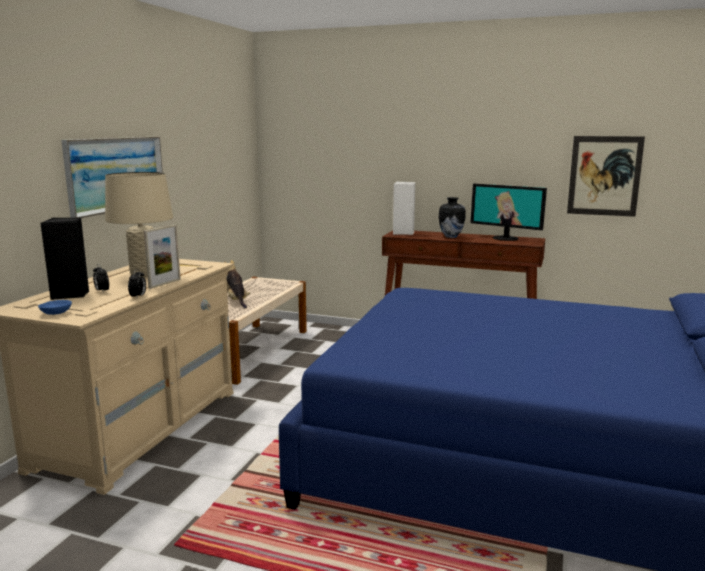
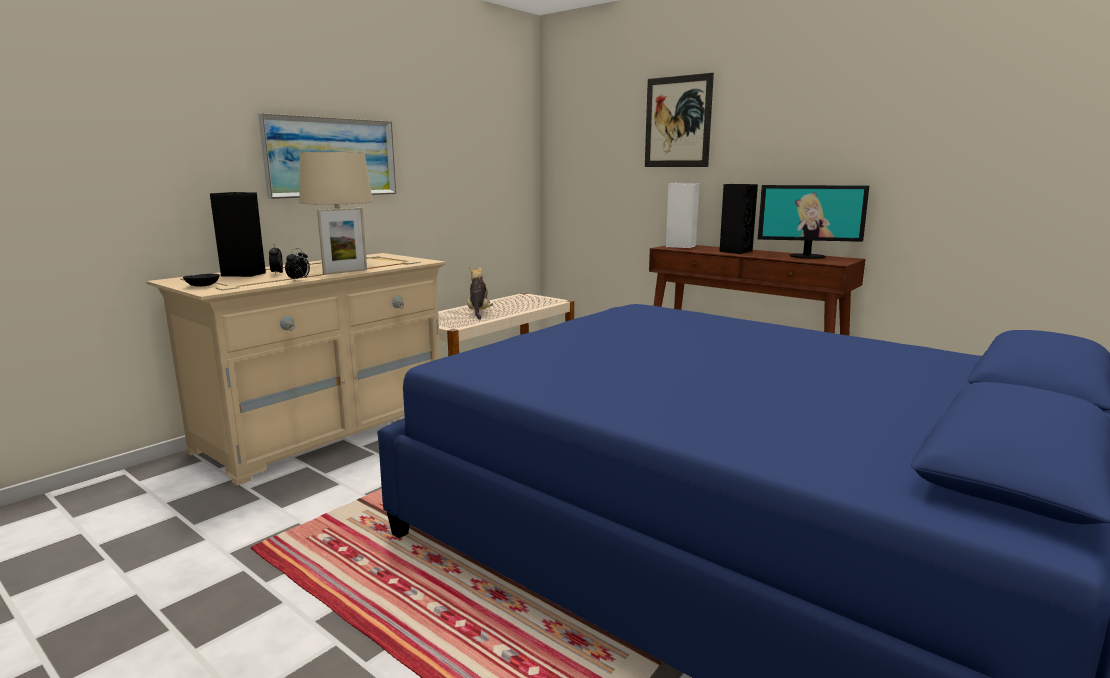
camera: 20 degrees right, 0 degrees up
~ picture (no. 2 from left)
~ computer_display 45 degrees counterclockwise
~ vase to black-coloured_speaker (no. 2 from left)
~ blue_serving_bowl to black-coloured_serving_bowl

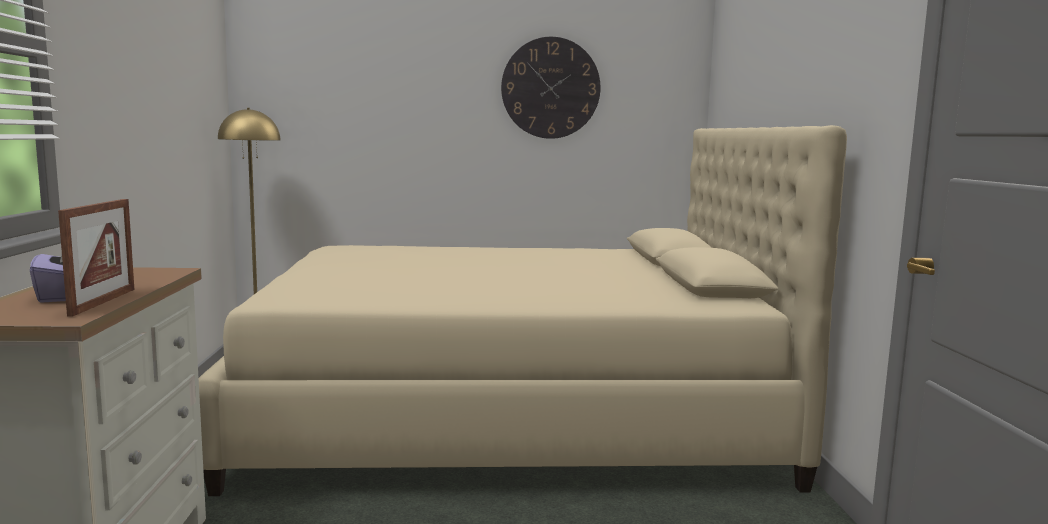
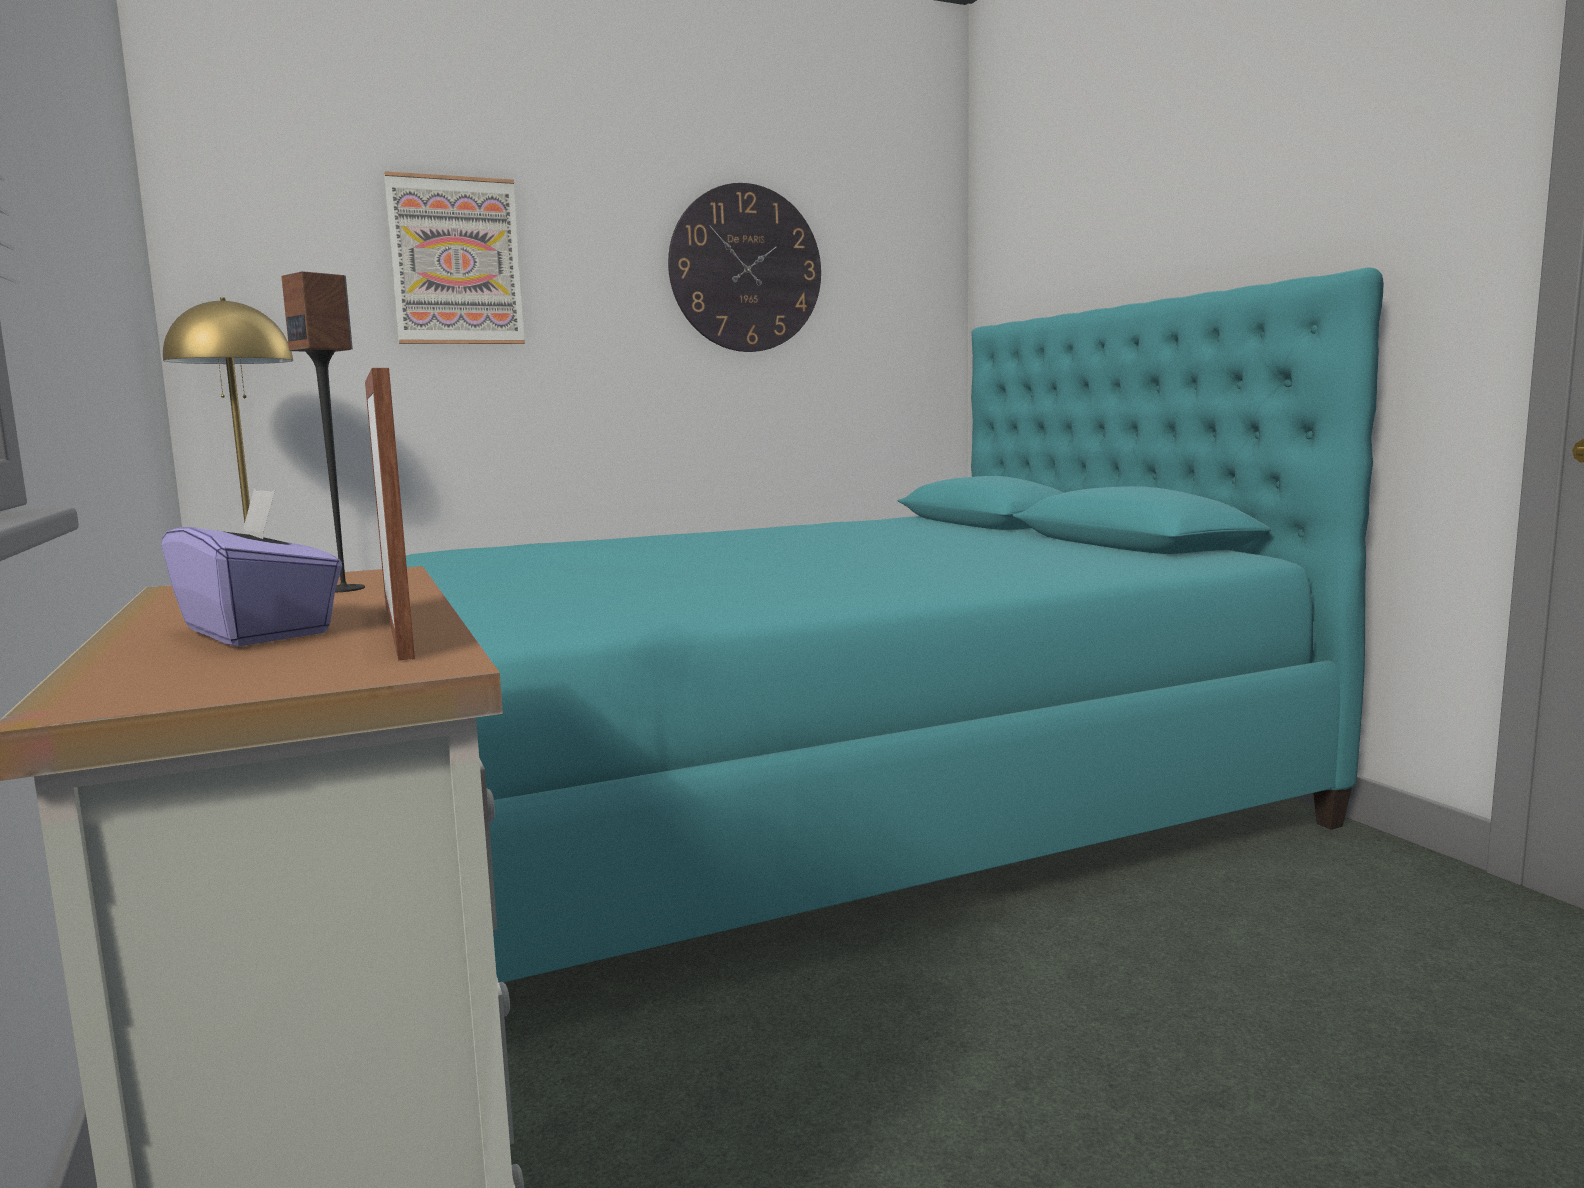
camera: 20 degrees left, 0 degrees up
~ beige_sleeping_bed to blue-green_sleeping_bed
+ picture
+ speaker

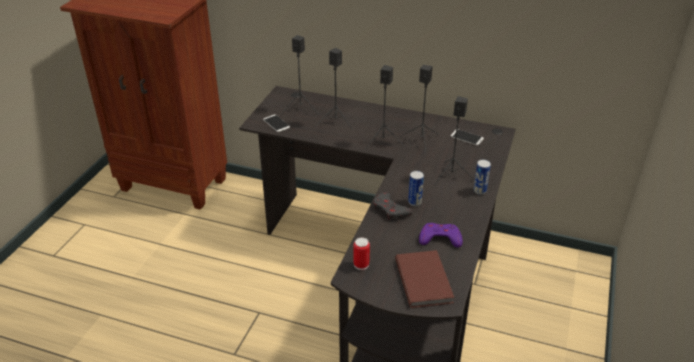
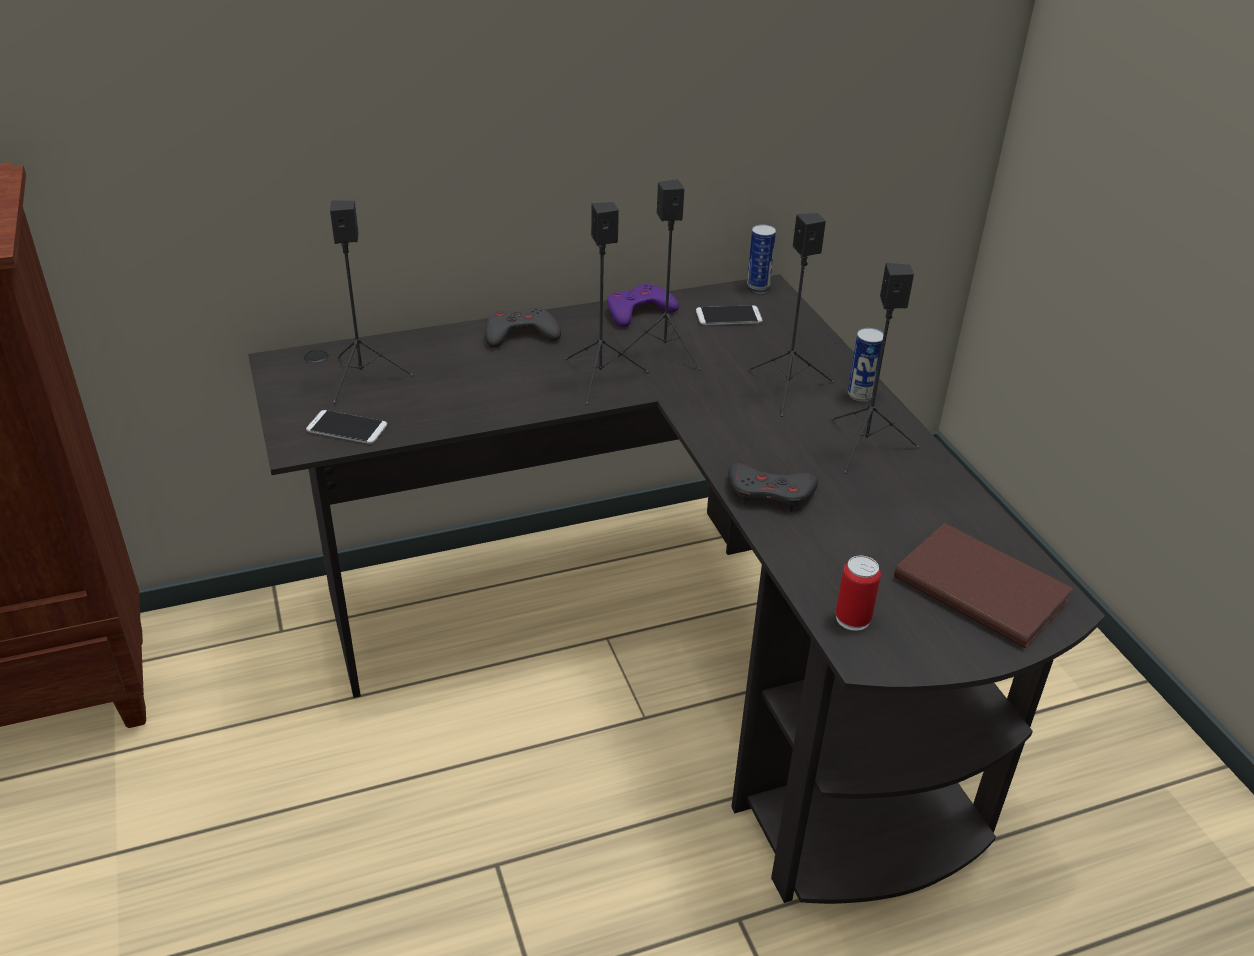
camera: 40 degrees left, 0 degrees up
~ black-coloured_speaker (no. 2 from left in the first image) to black-coloured_speaker (no. 5 from left)
~ metal_can (no. 2 from left in the first image) to metal_can (no. 1 from left)
~ purple-coloured_gamepad
+ greyish_gamepad (no. 1 from left)

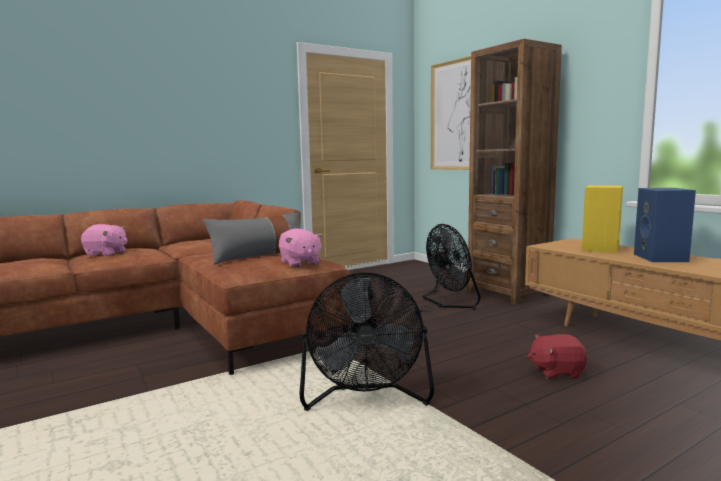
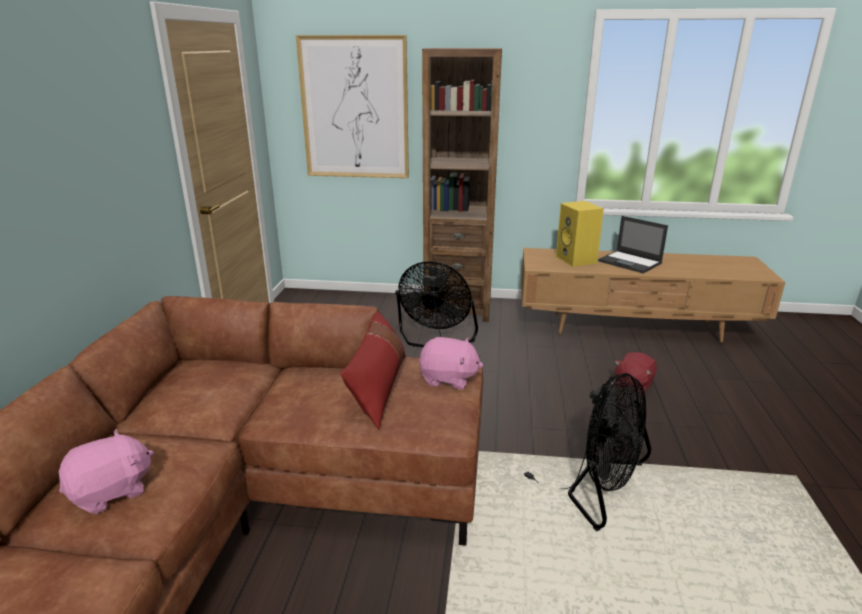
camera: 50 degrees left, 15 degrees up
~ blue_speaker to portable_computer
~ greyish_pillow to red-coloured_pillow

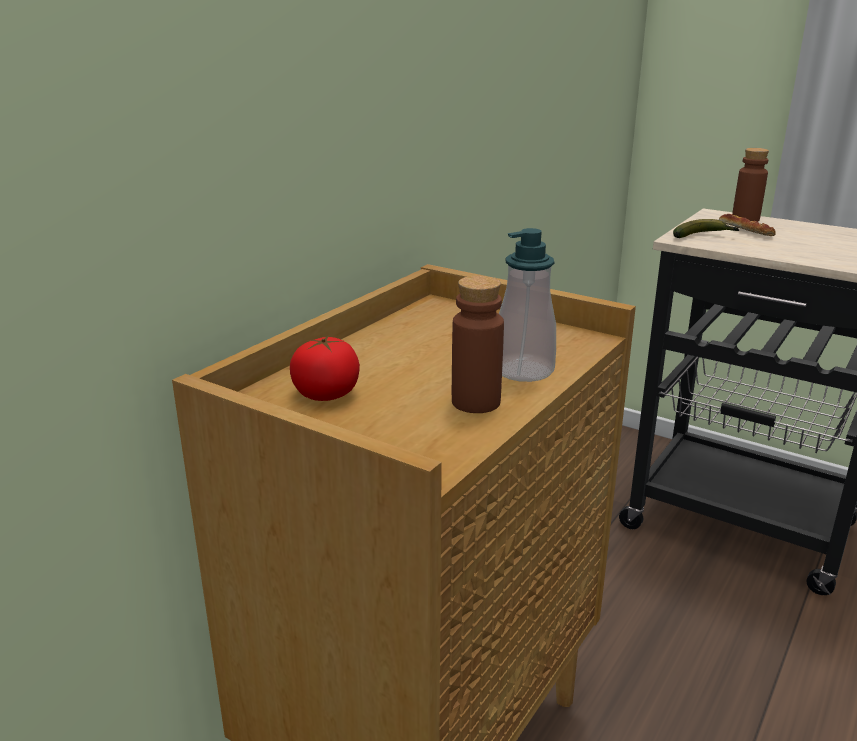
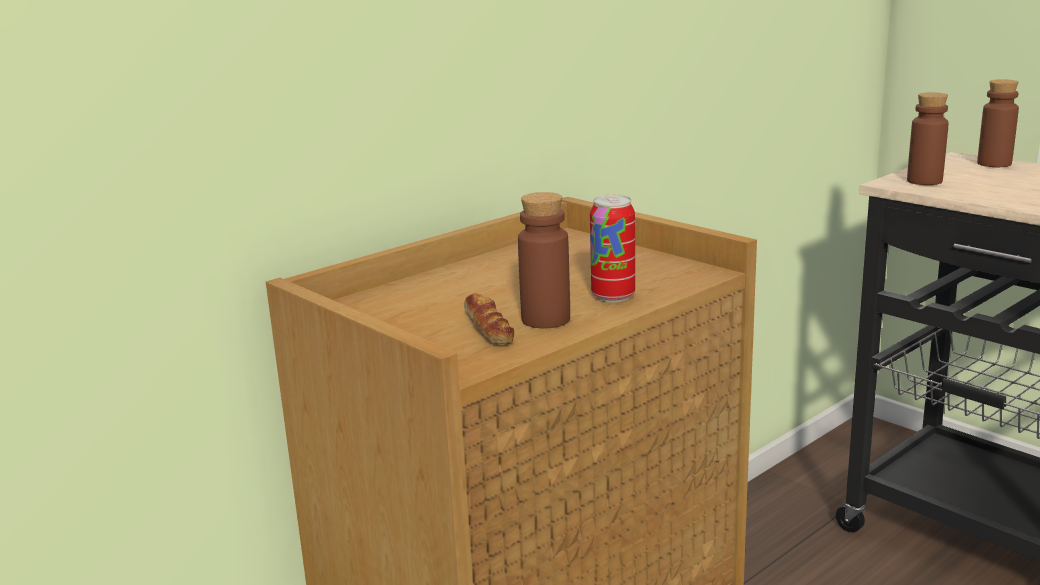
camera: 15 degrees right, 5 degrees down
~ bread
~ whole_banana to brown-coloured_bottle (no. 2 from left)
~ soap_bottle to metal_can
- fresh_tomato

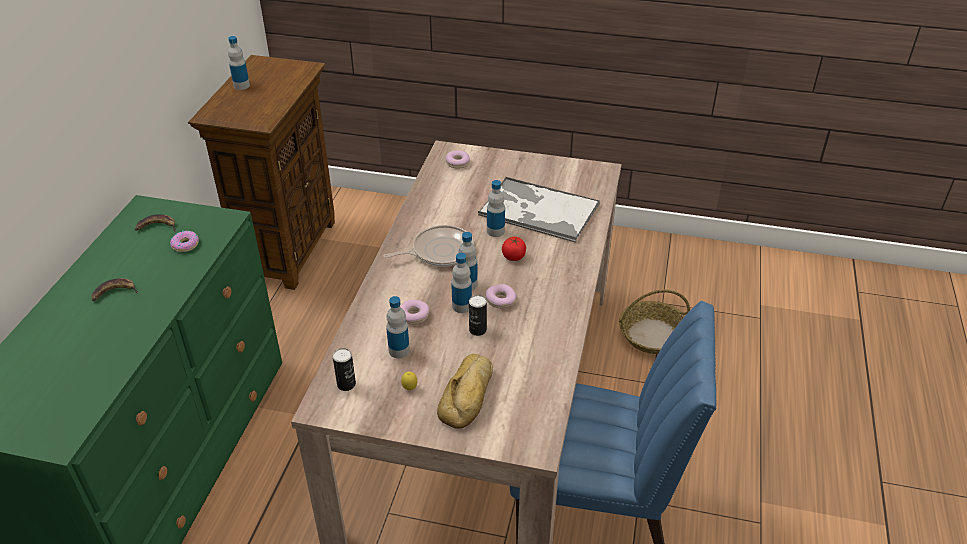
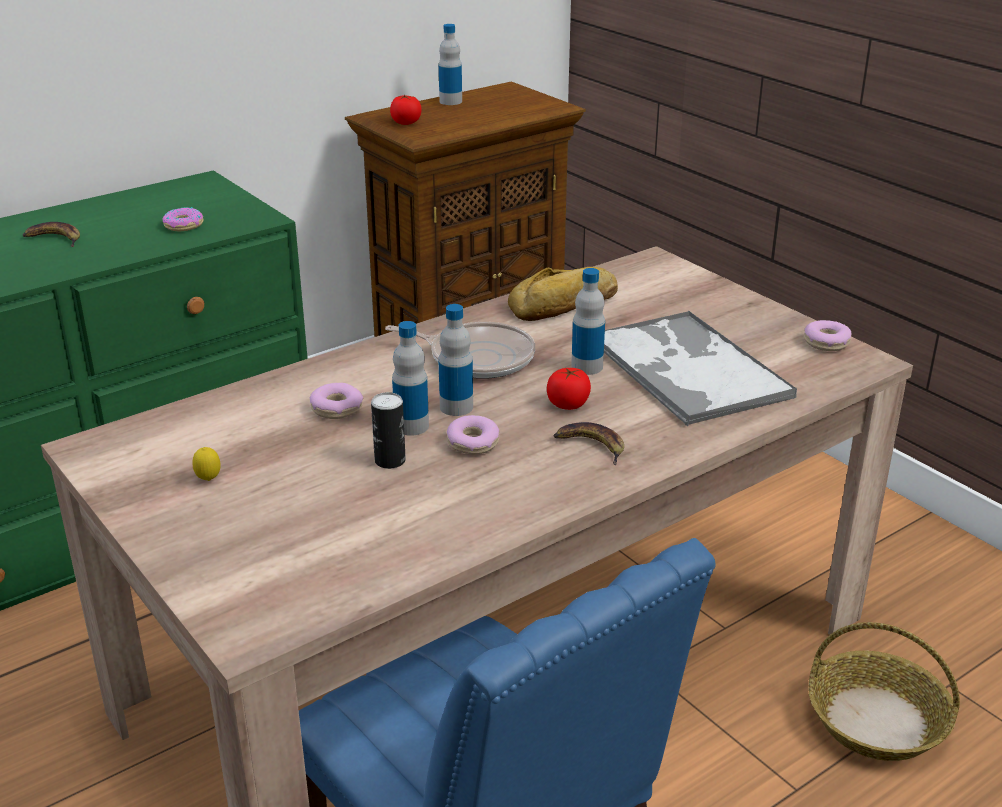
camera: 40 degrees right, 10 degrees down
~ donut (no. 3 from left in the first image) to donut (no. 4 from left)
~ whole_banana (no. 2 from left)
- bottle (no. 2 from left)
- metal_can (no. 1 from left)
~ bread
+ fresh_tomato (no. 1 from left)

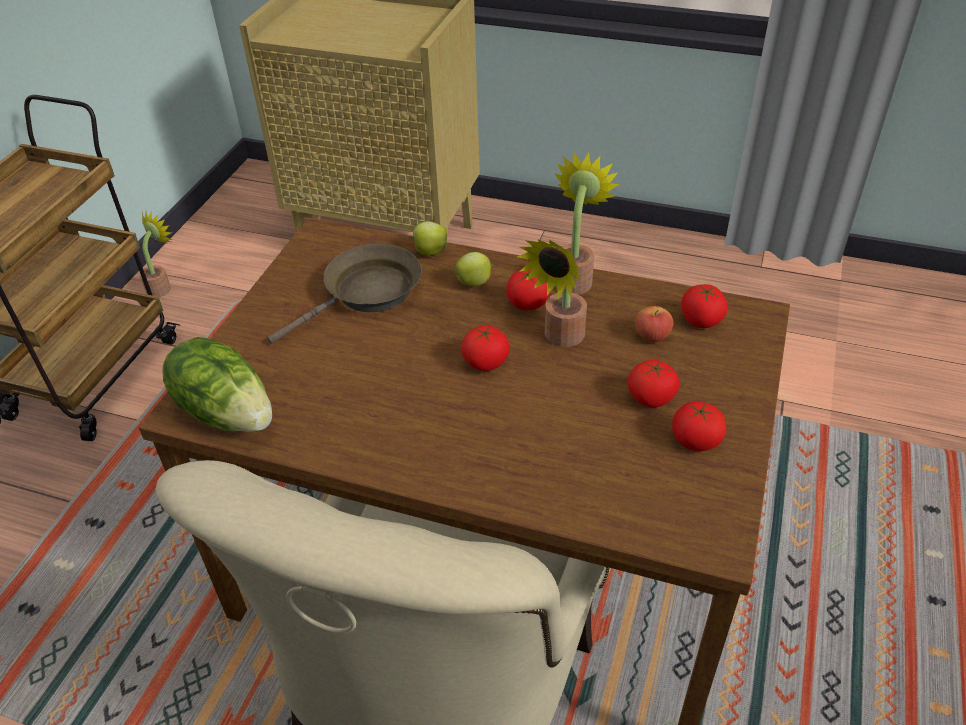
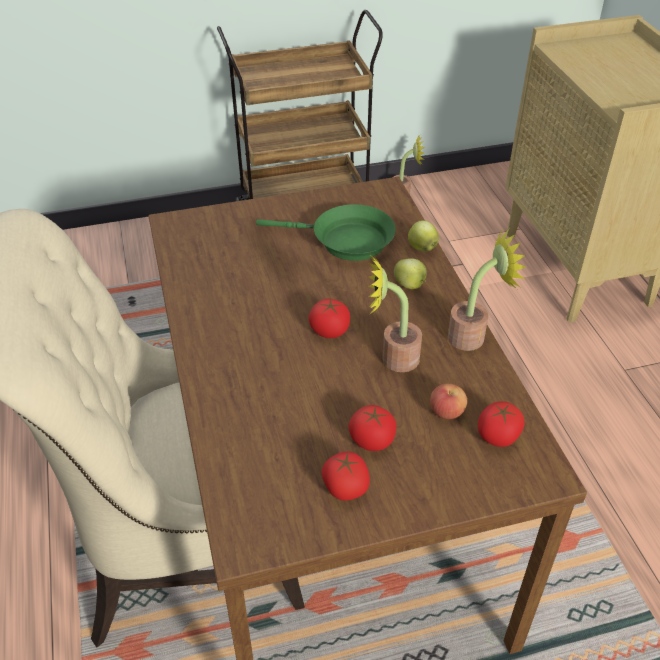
camera: 55 degrees right, 0 degrees up
~ brown-coloured_skillet to greenish_skillet
- fresh_tomato (no. 2 from left)
- head_of_lettuce

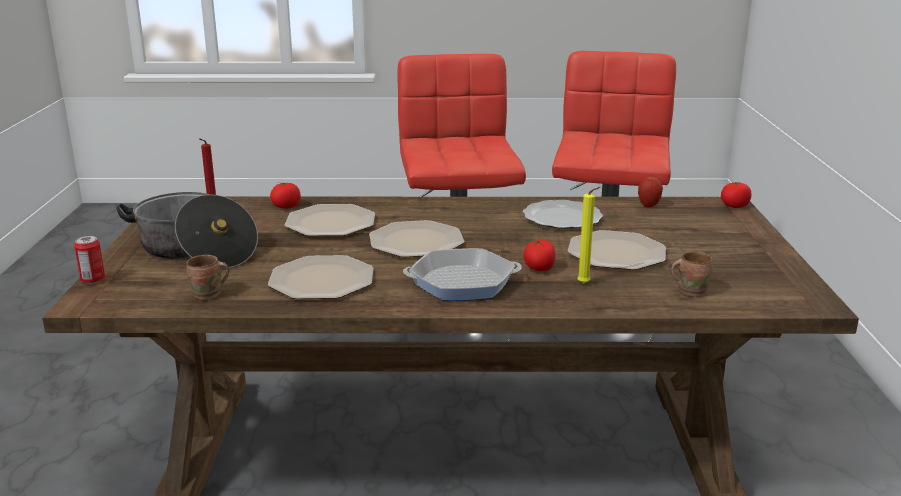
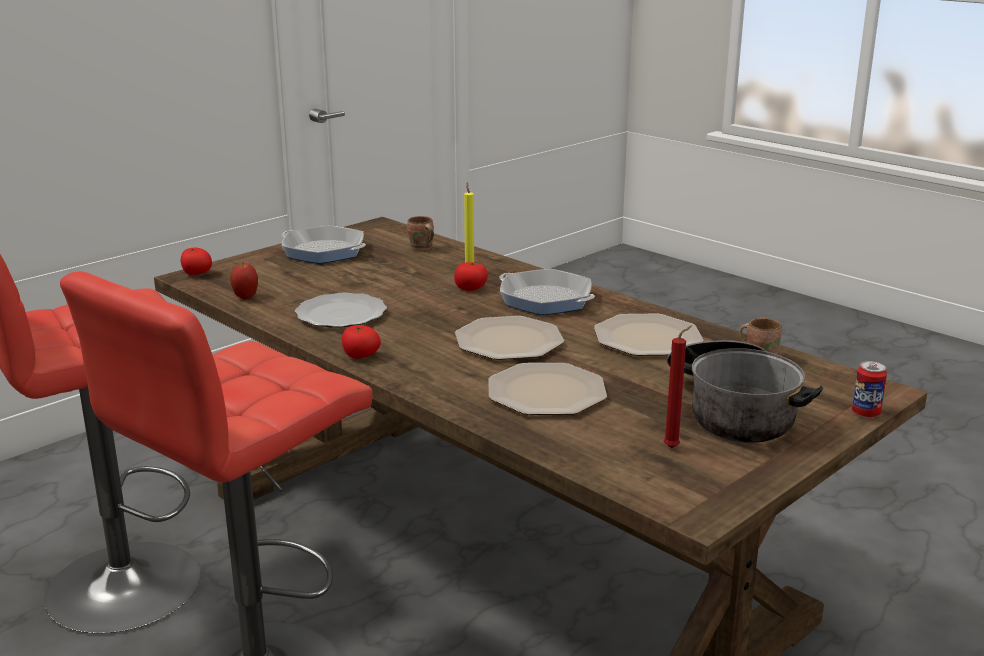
camera: 135 degrees left, 0 degrees up
~ fresh_tomato (no. 1 from left in the first image) to fresh_tomato (no. 2 from left)
- dinner_plate (no. 5 from left)
+ skillet (no. 1 from left)

